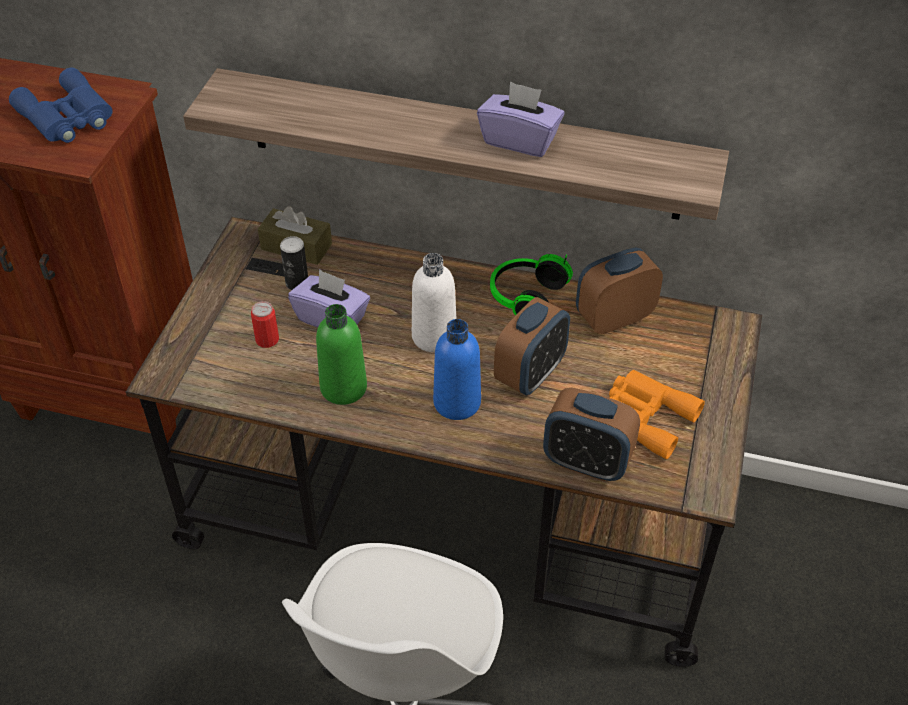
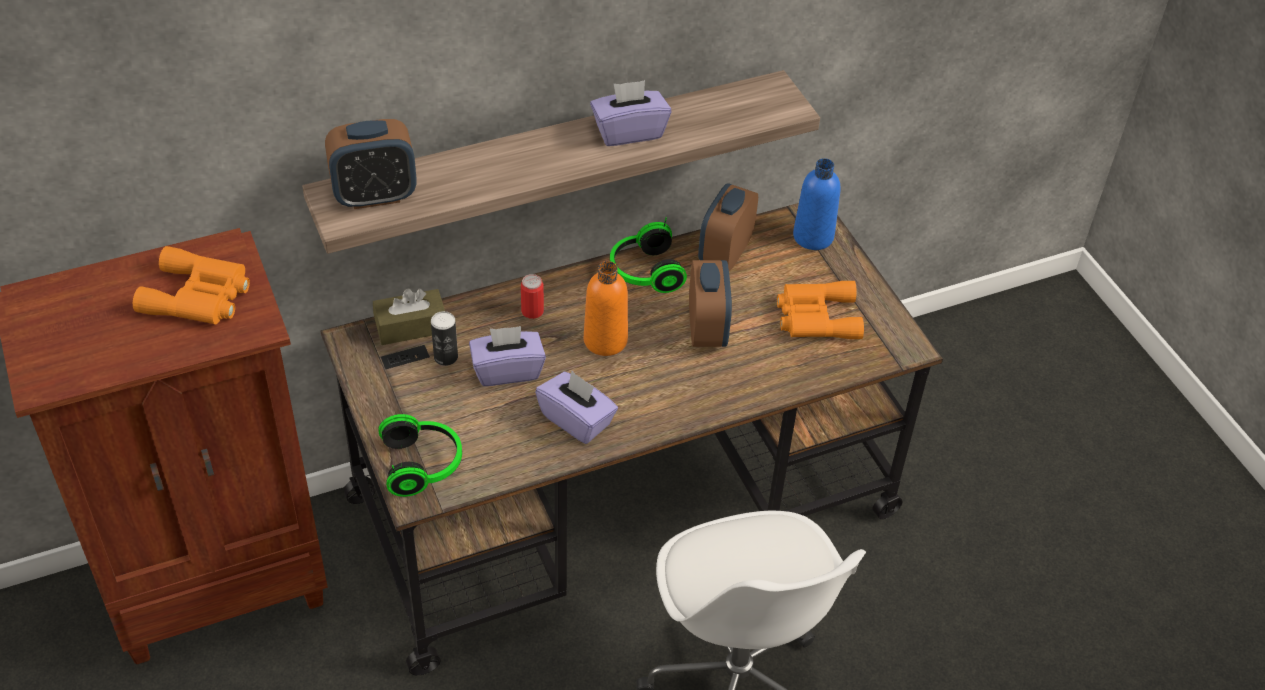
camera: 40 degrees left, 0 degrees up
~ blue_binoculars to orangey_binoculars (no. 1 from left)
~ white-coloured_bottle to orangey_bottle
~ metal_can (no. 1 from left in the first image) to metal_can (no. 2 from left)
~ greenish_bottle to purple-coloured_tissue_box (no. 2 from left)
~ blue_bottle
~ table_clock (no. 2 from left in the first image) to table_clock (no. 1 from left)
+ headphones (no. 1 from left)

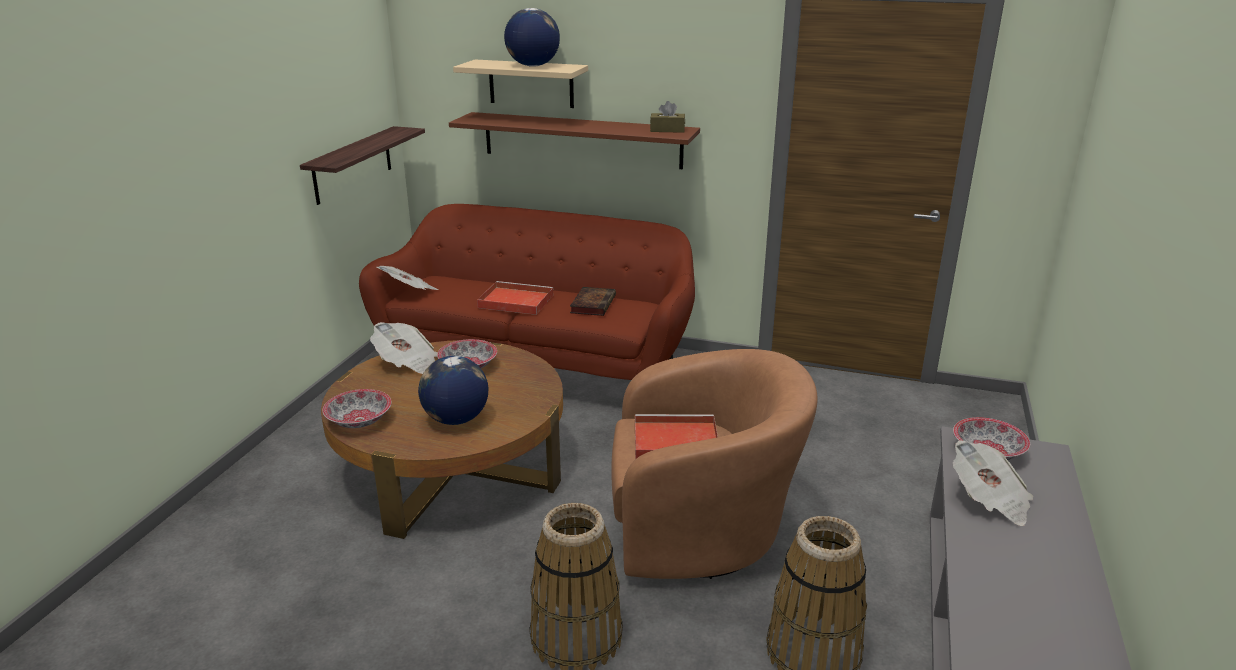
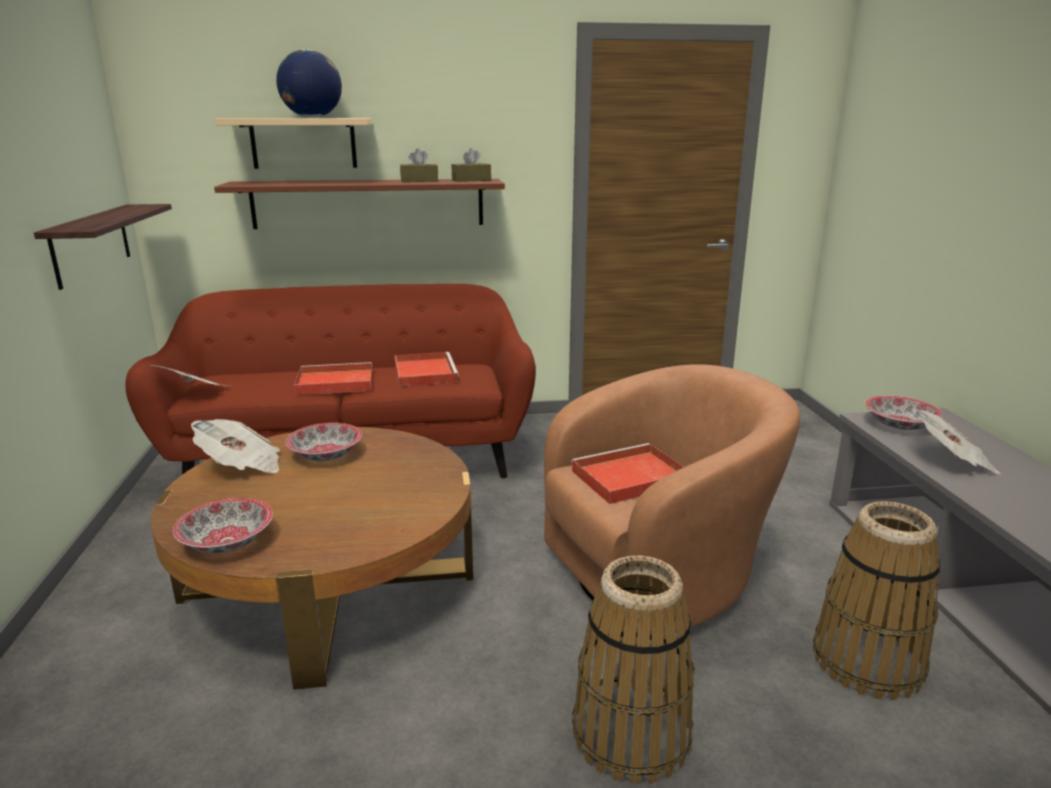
camera: 25 degrees left, 5 degrees down
~ book to red-coloured_carrying_tray (no. 2 from left)
- globe (no. 1 from left)
+ brown-coloured_tissue_box (no. 1 from left)

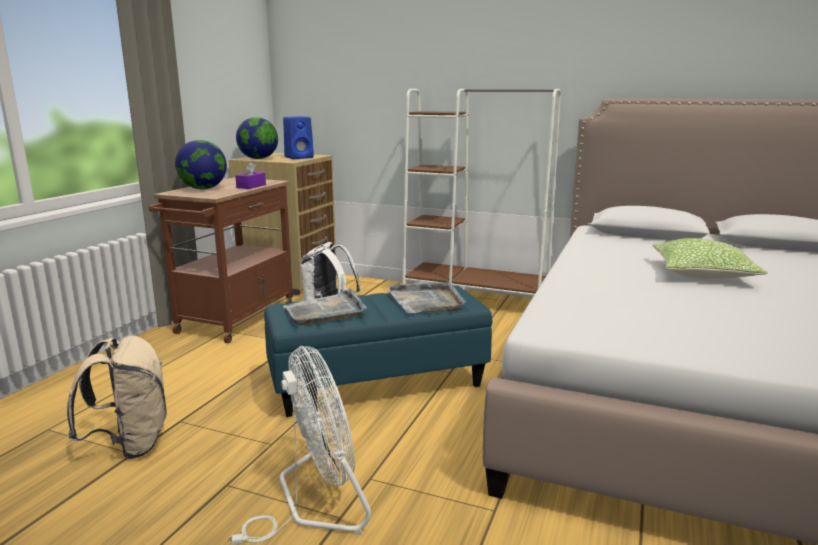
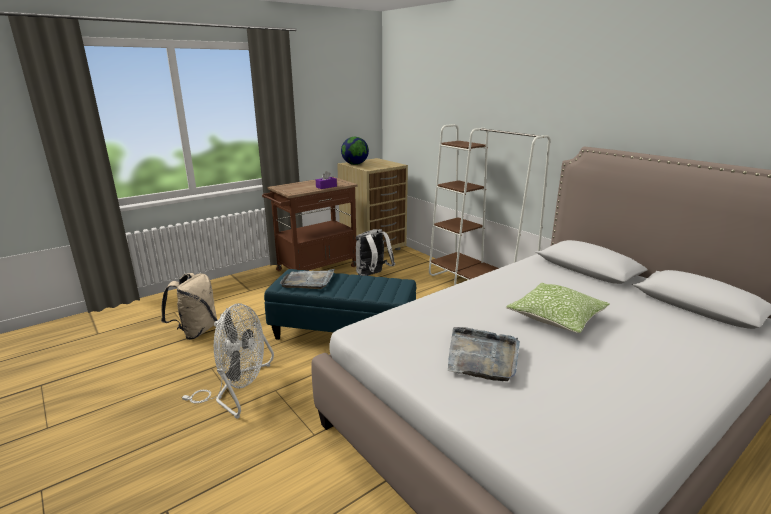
camera: 30 degrees right, 5 degrees up
- blue_speaker
- globe (no. 1 from left)
~ greyish_carrying_tray (no. 2 from left)

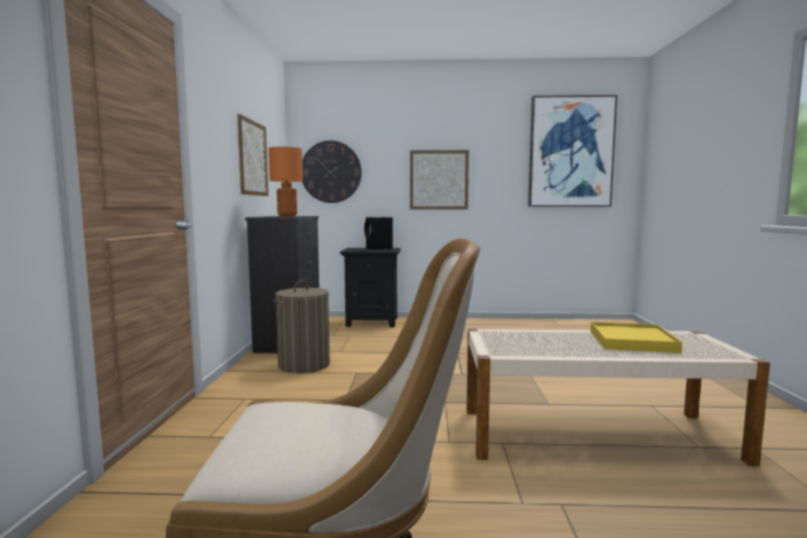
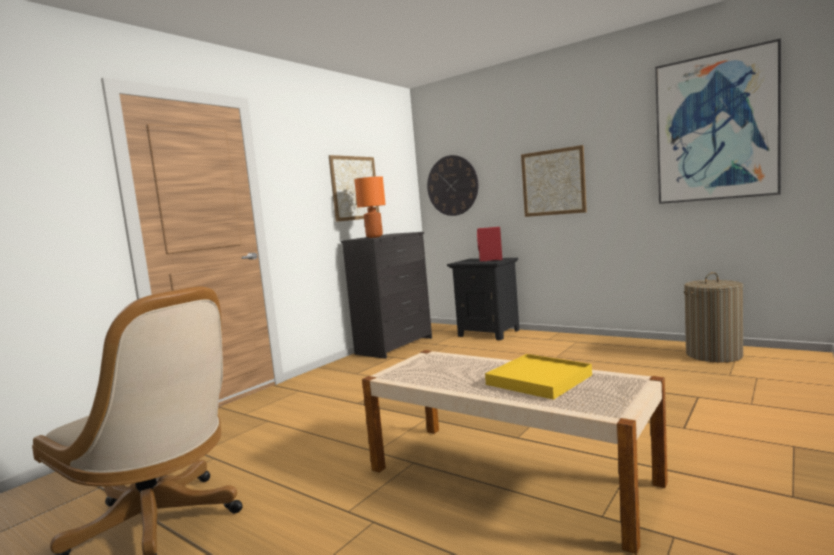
camera: 35 degrees right, 0 degrees up
~ black-coloured_speaker to red-coloured_speaker
~ washing_basket

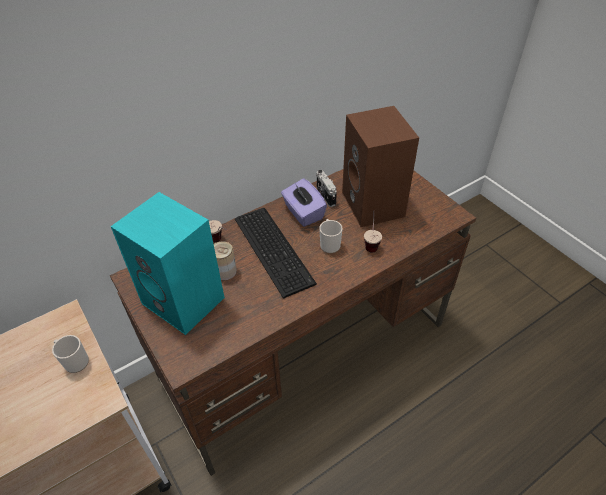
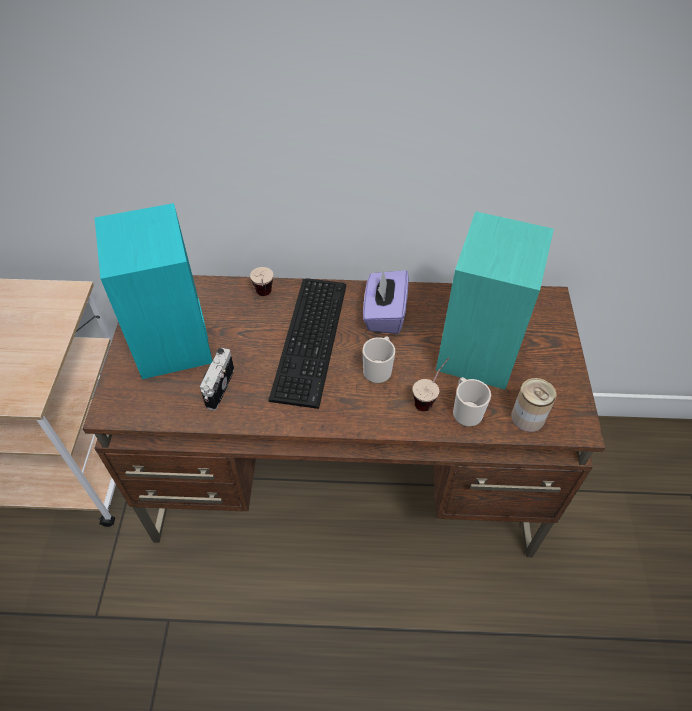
camera: 35 degrees right, 5 degrees up
~ brown-coloured_speaker to blue-green_speaker (no. 2 from left)
~ still_camera
~ metal_can
~ coffee_mug (no. 1 from left in the first image) to coffee_mug (no. 2 from left)

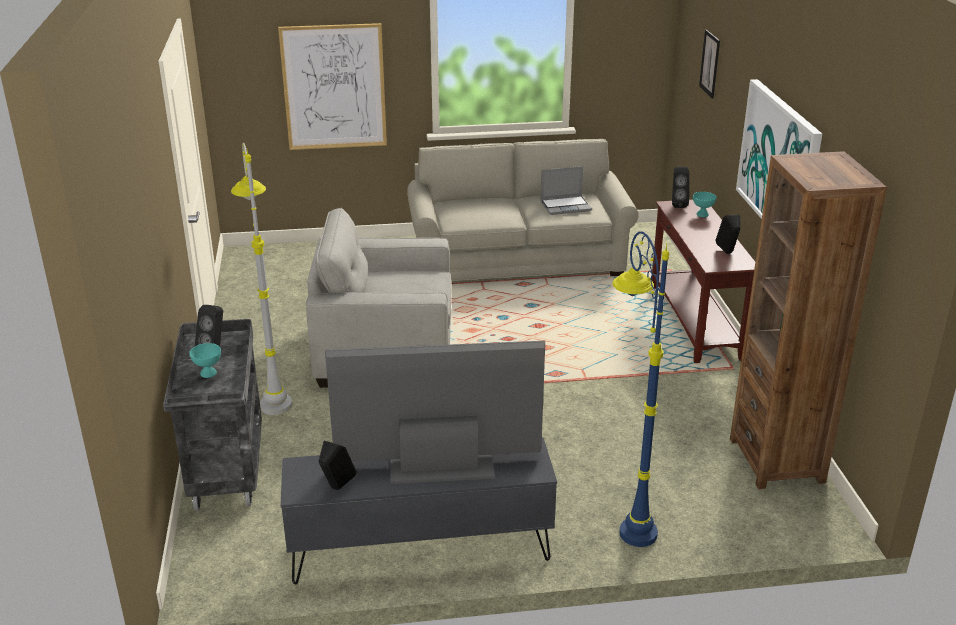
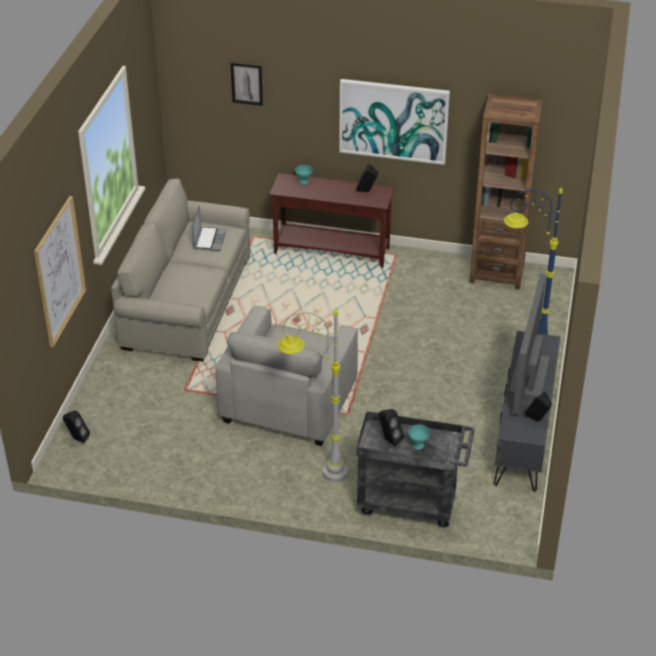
camera: 70 degrees left, 10 degrees up
~ black-coloured_speaker (no. 3 from left in the first image) to black-coloured_speaker (no. 1 from left)

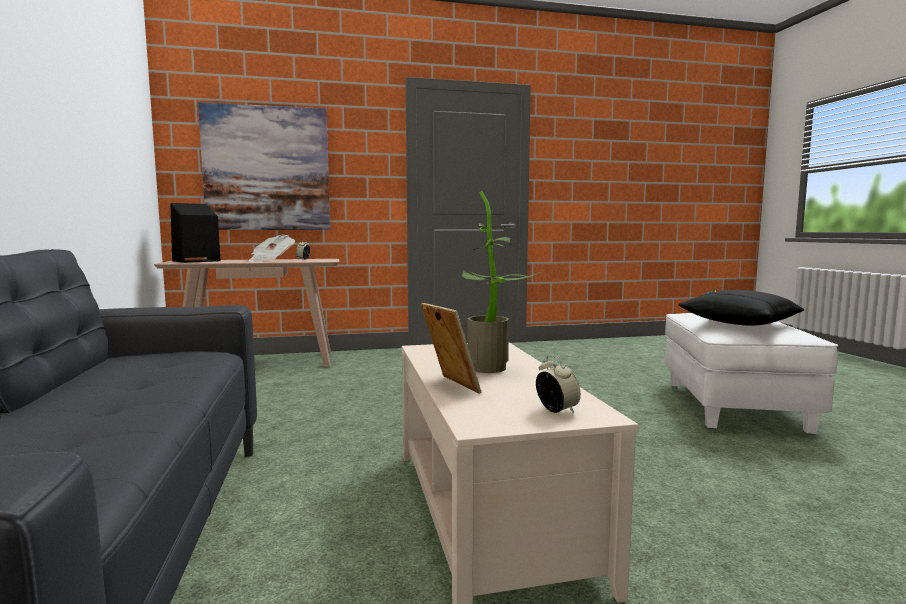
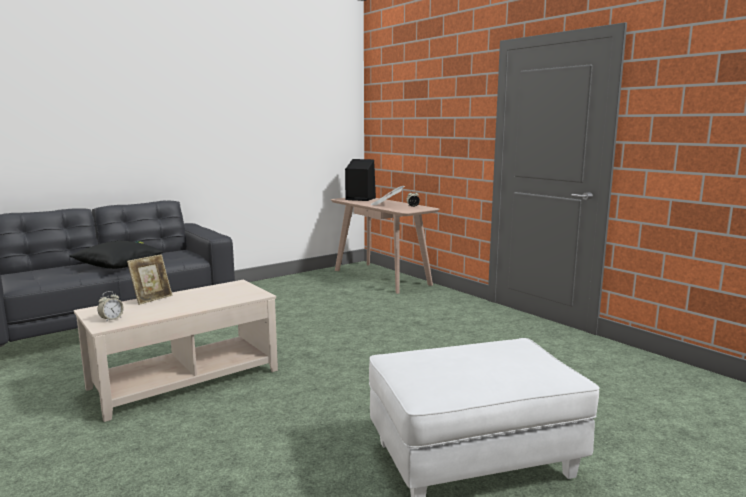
camera: 65 degrees right, 5 degrees up
- picture
- plant_in_a_pot
~ black-coloured_pillow

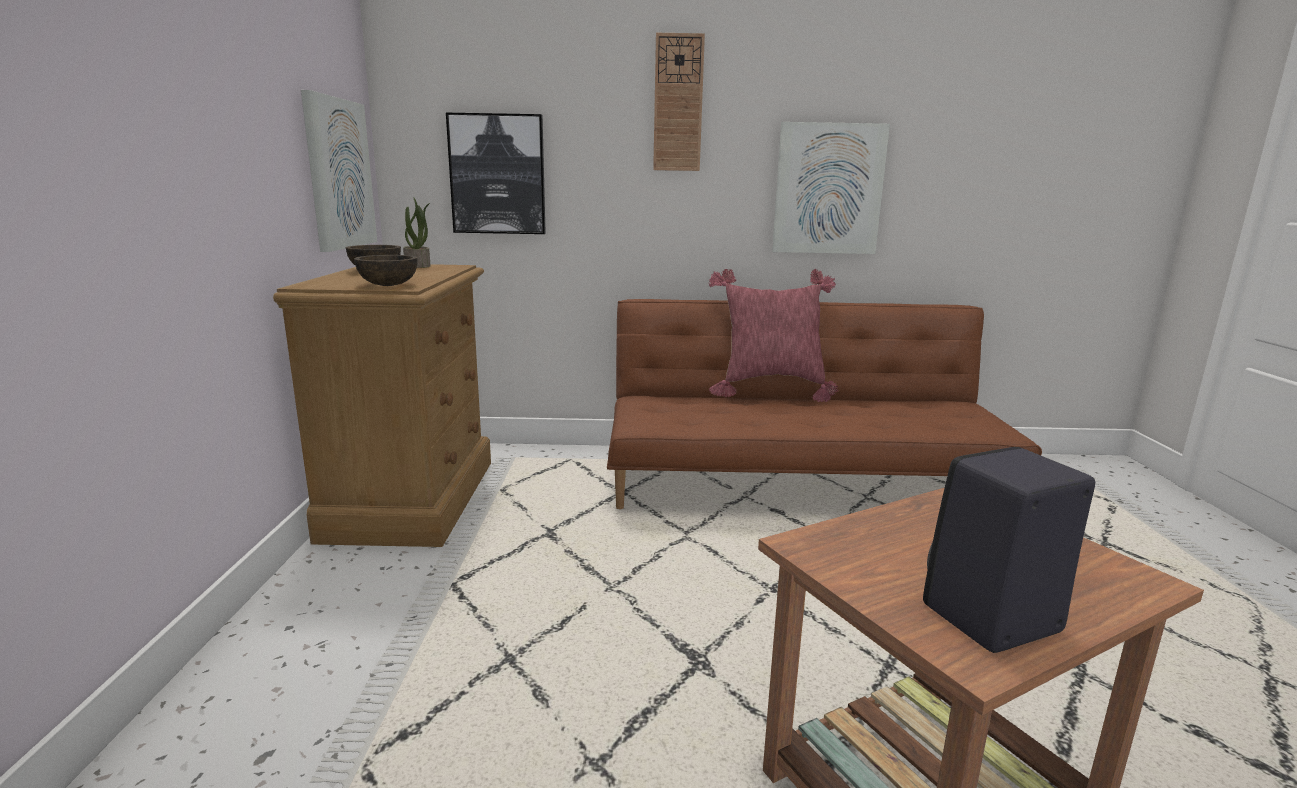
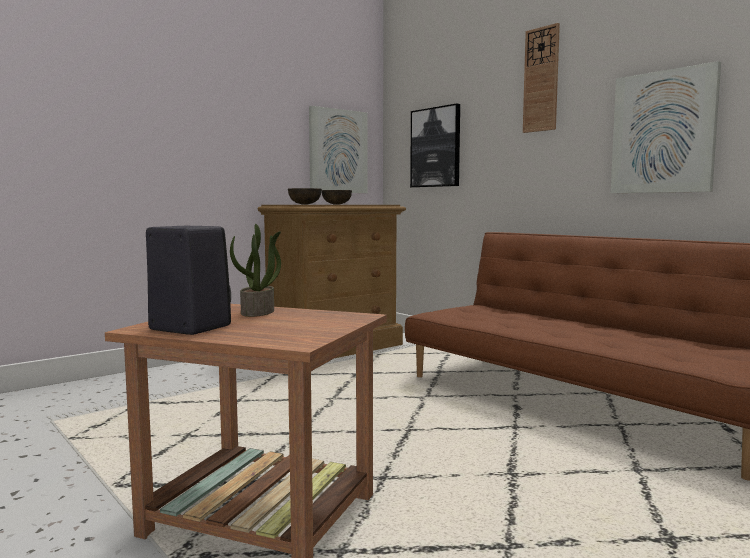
camera: 50 degrees right, 10 degrees down
~ plant_in_a_pot
- red-coloured_pillow

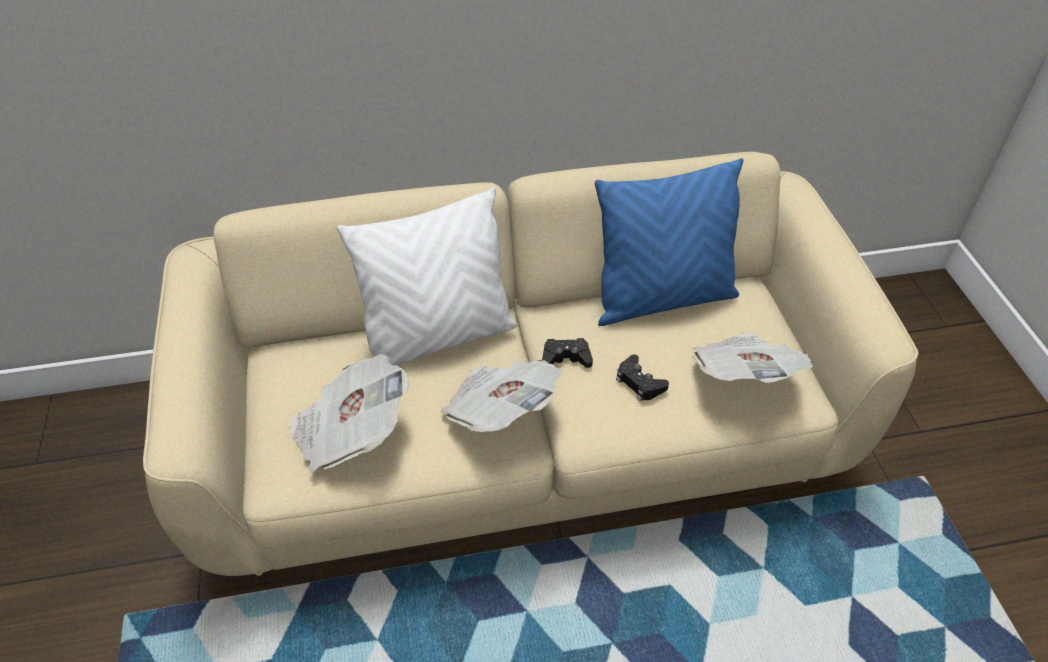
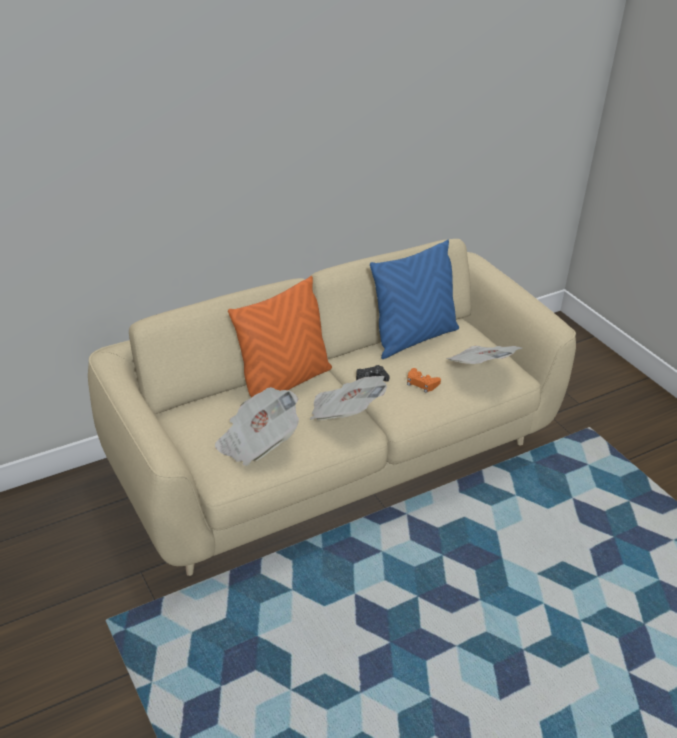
camera: 20 degrees left, 10 degrees down
~ white-coloured_pillow to orangey_pillow
~ black-coloured_gamepad (no. 2 from left) to orangey_gamepad

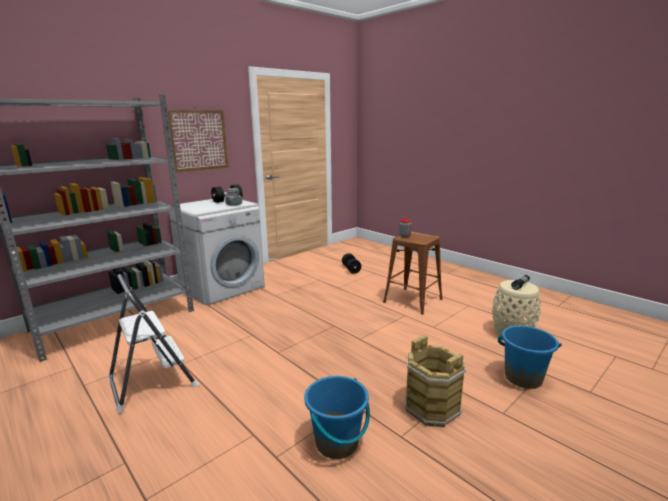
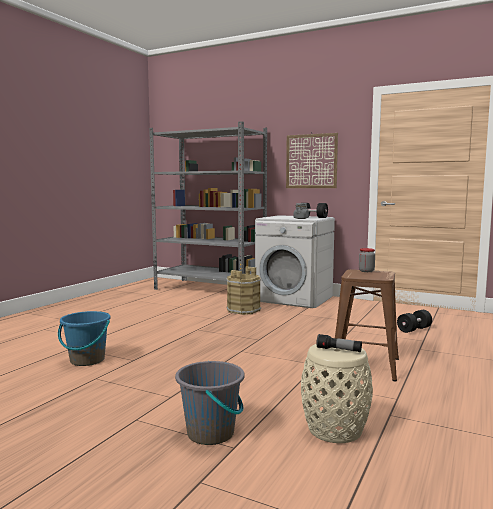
camera: 70 degrees right, 10 degrees down
- white-coloured_step_stool
~ blue_water_bucket (no. 2 from left) to greyish_water_bucket
~ brown-coloured_water_bucket

